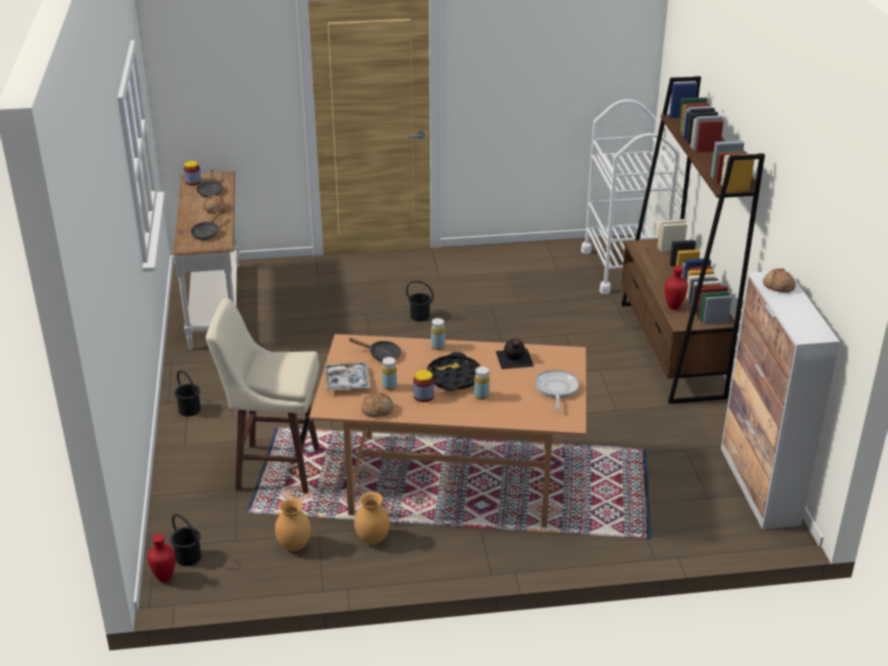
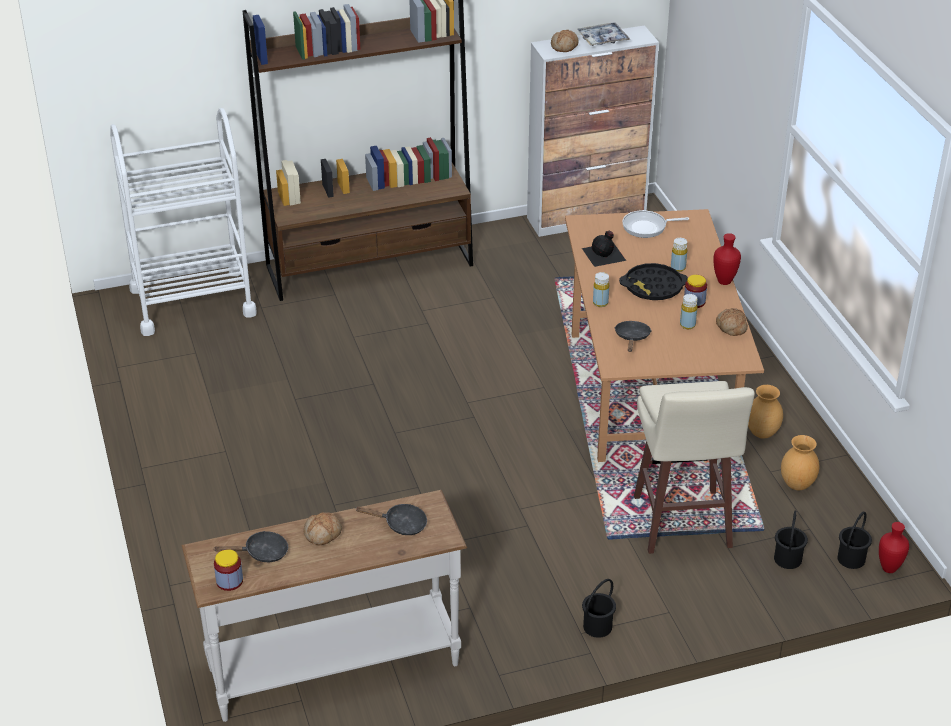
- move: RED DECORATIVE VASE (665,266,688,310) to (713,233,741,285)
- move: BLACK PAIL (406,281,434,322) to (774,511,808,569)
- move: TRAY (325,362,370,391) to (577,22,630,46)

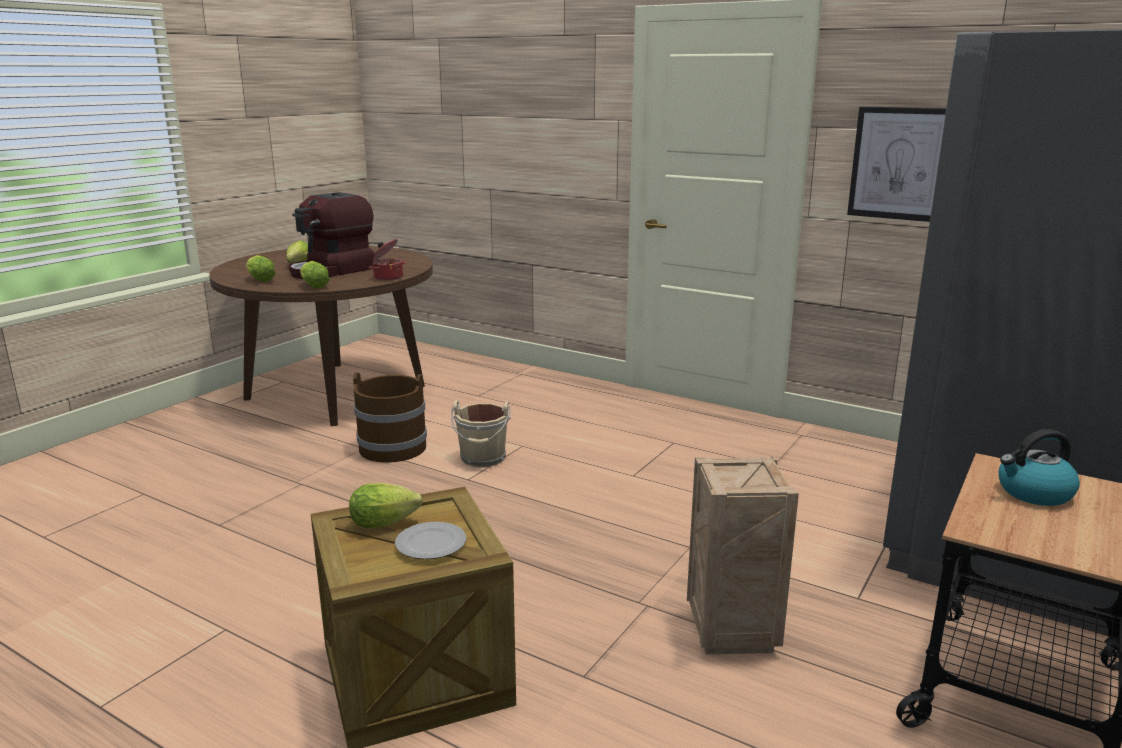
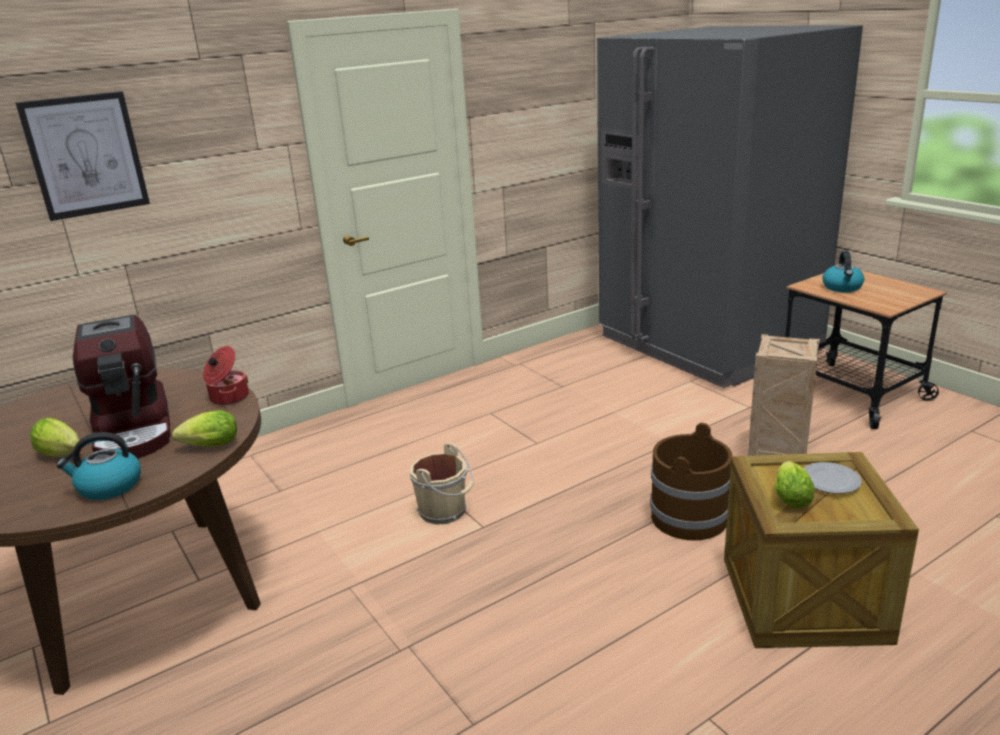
- move: WALL ART (847,106,946,222) to (15,91,150,221)
- replace: LETTUCE (246,255,276,282) to KETTLE (56,432,141,500)
- move: BROWNISH PAIL (353,372,427,463) to (650,423,732,541)

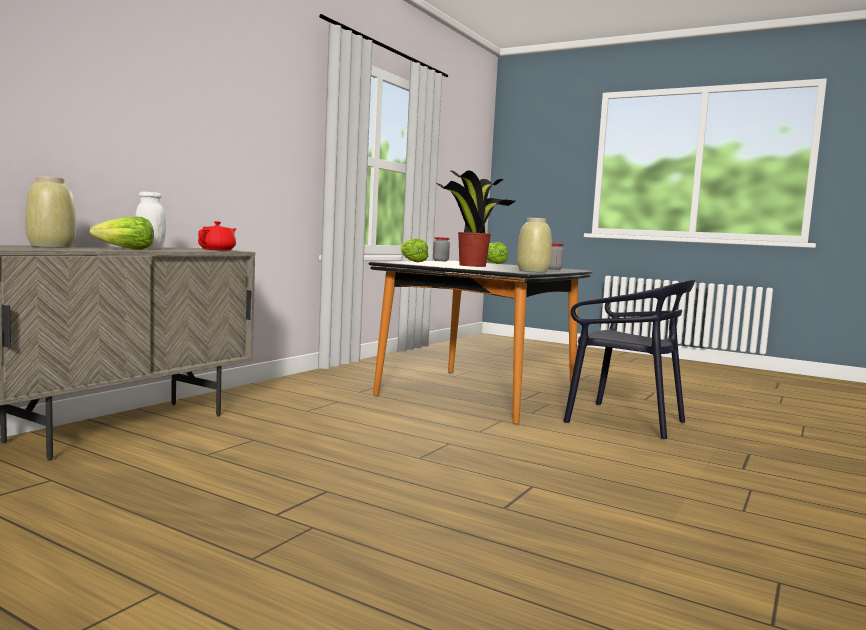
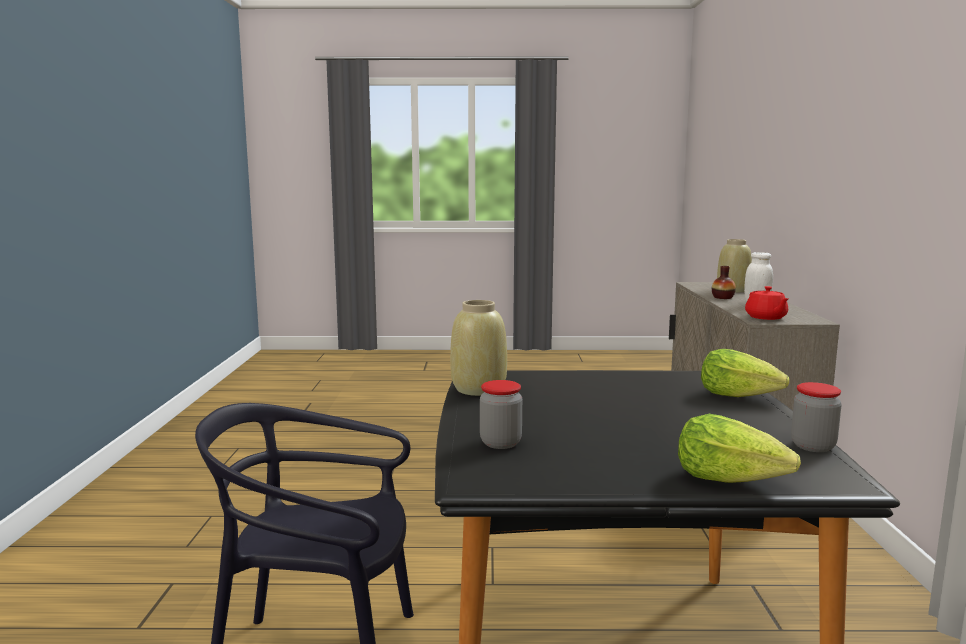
- delete: POTTED PLANT (436,170,516,267)
- replace: LETTUCE (90,217,154,250) to DECORATIVE VASE (712,266,736,299)

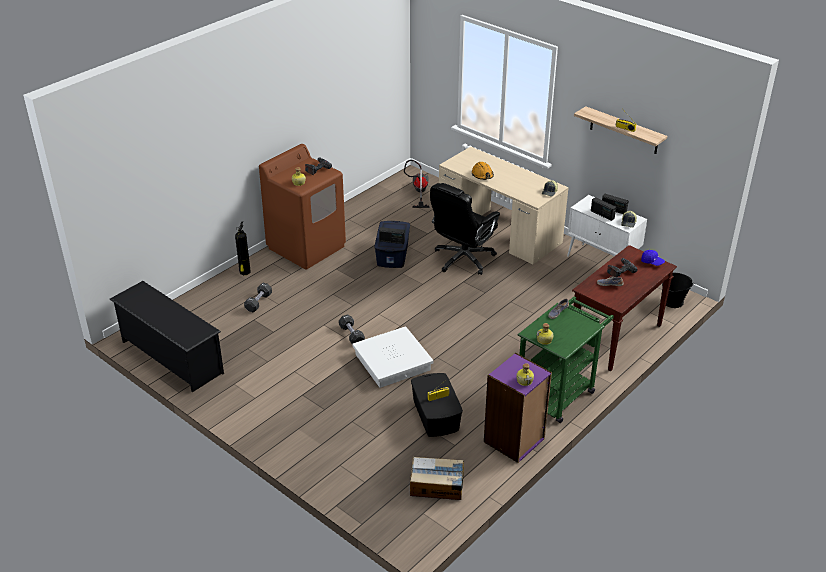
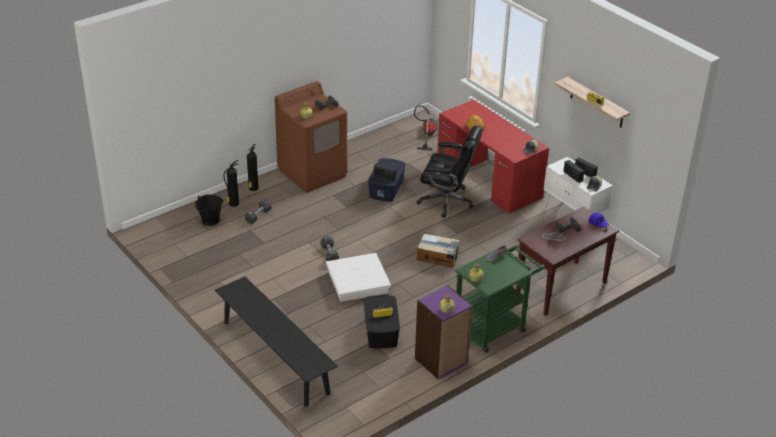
- recolor: SAND-COLOURED DESK TABLE (439,147,569,264) to RED DESK TABLE (437,100,549,214)
- rotate: BLACK OFFICE CHAIR (430,183,500,275) = (417,126,483,218) 120 degrees counterclockwise
- move: BLACK PAIL (662,272,694,308) to (195,195,223,226)
- delete: BLACK SHOE STAND (110,281,224,392)
- move: CARTON (410,457,464,500) to (417,233,460,267)
- insert: EXTINGUISHER (224,160,239,207)
- insert: BLACK BENCH (215,276,338,407)

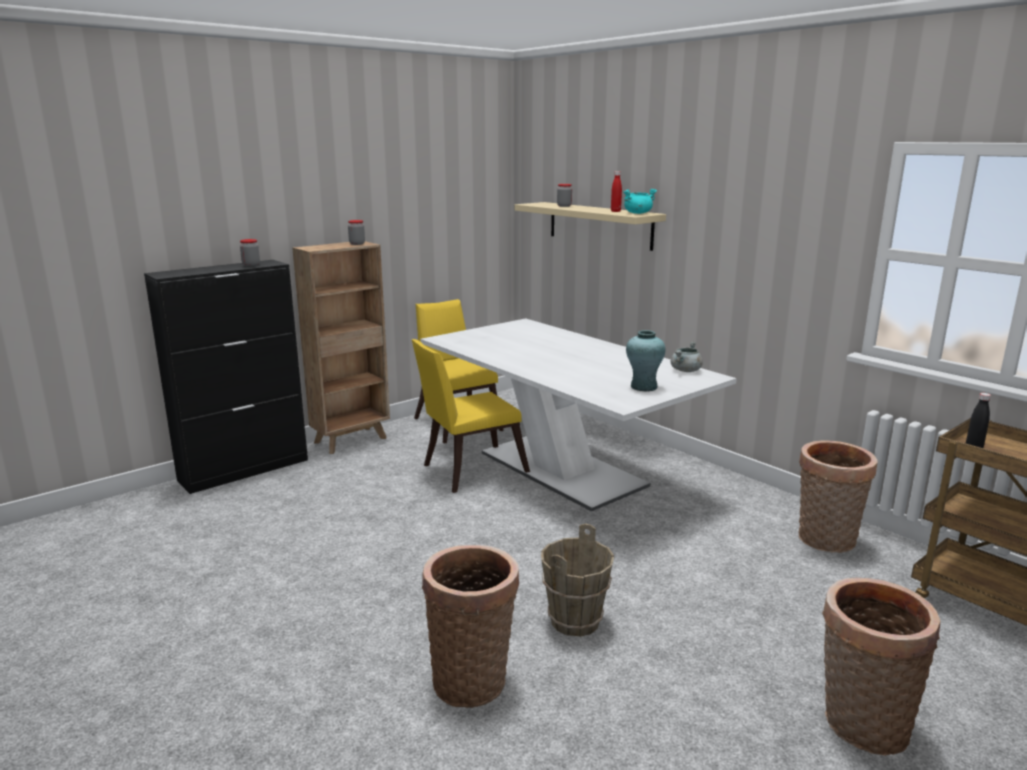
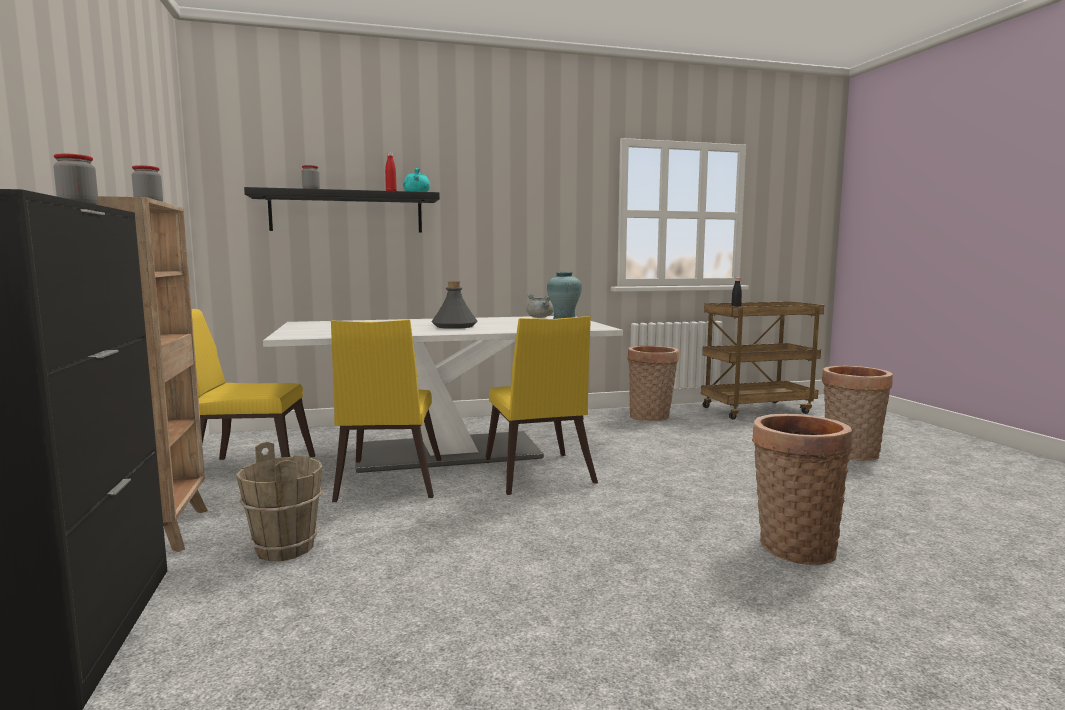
- recolor: SAND-COLOURED BRACKET SHELF (515,202,666,251) to BLACK BRACKET SHELF (244,187,440,233)
- move: BROWNISH PAIL (541,524,614,637) to (236,442,322,561)
- insert: GREYISH DRINK BOTTLE (431,281,478,329)
- insert: YELLOW UPRIGHT CHAIR (486,316,598,495)

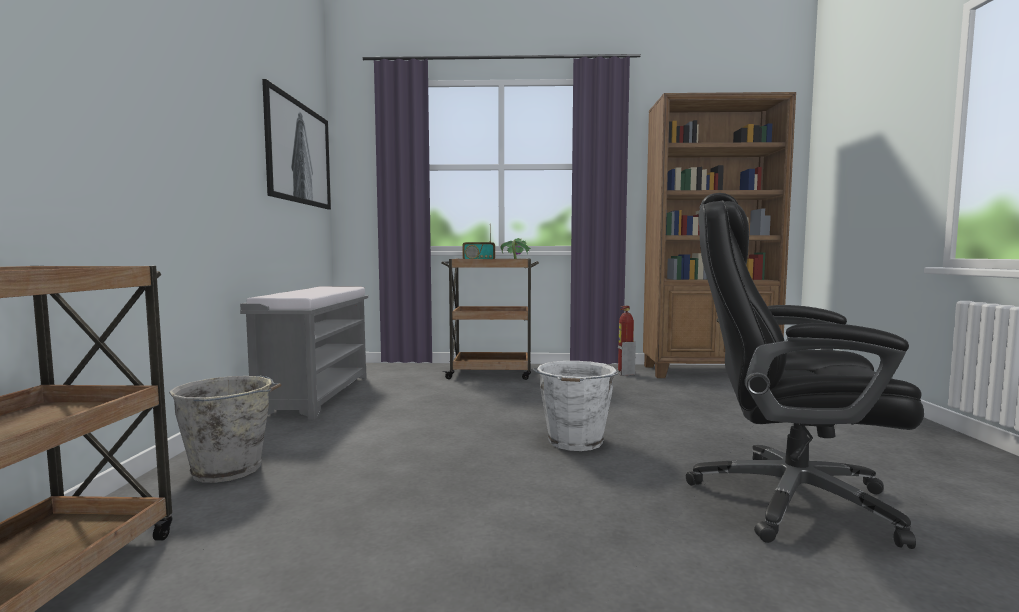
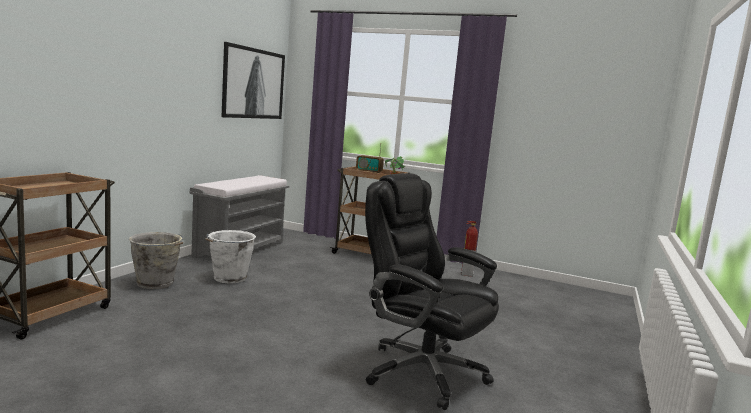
- delete: BROWNISH SHELVING UNIT (643,92,796,378)
- move: WHITE PAIL (532,361,618,451) to (205,230,256,284)

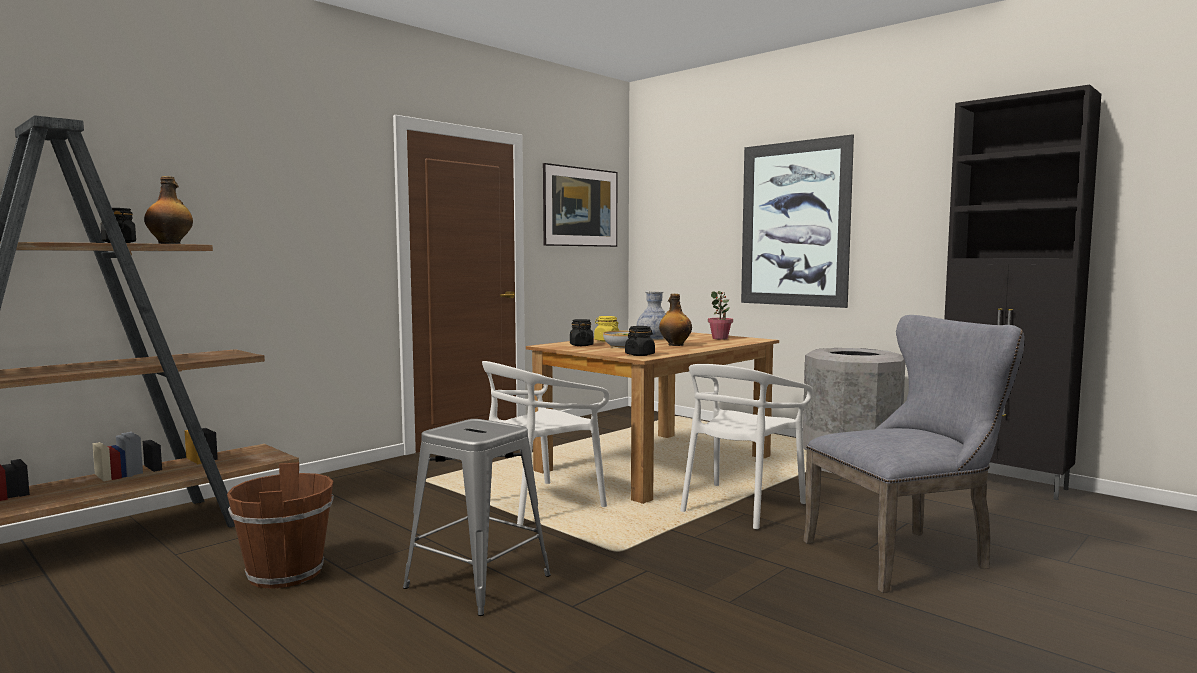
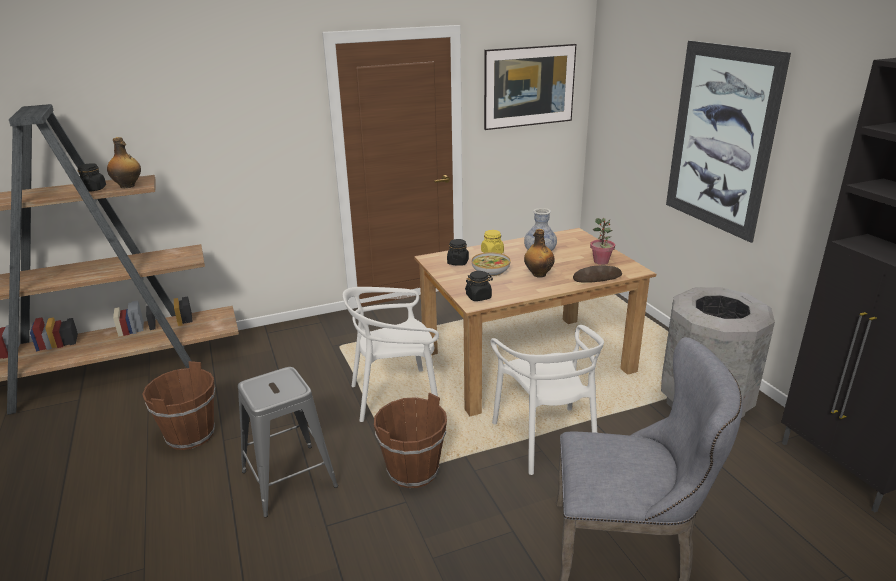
- rotate: WHITE UPRIGHT CHAIR (680,364,813,530) = (491,325,604,475) 75 degrees counterclockwise
- insert: BREAD (573,265,622,283)
- insert: BROWNISH PAIL (374,393,447,488)

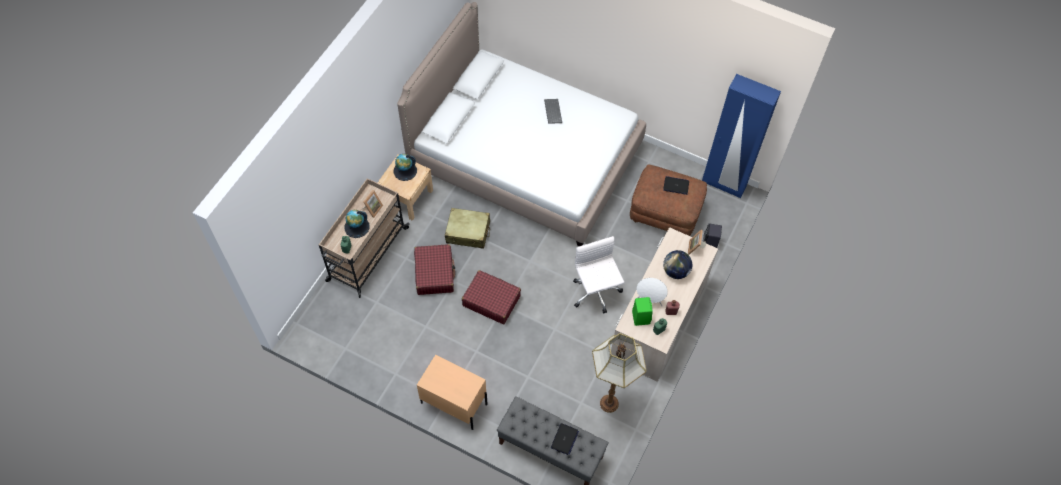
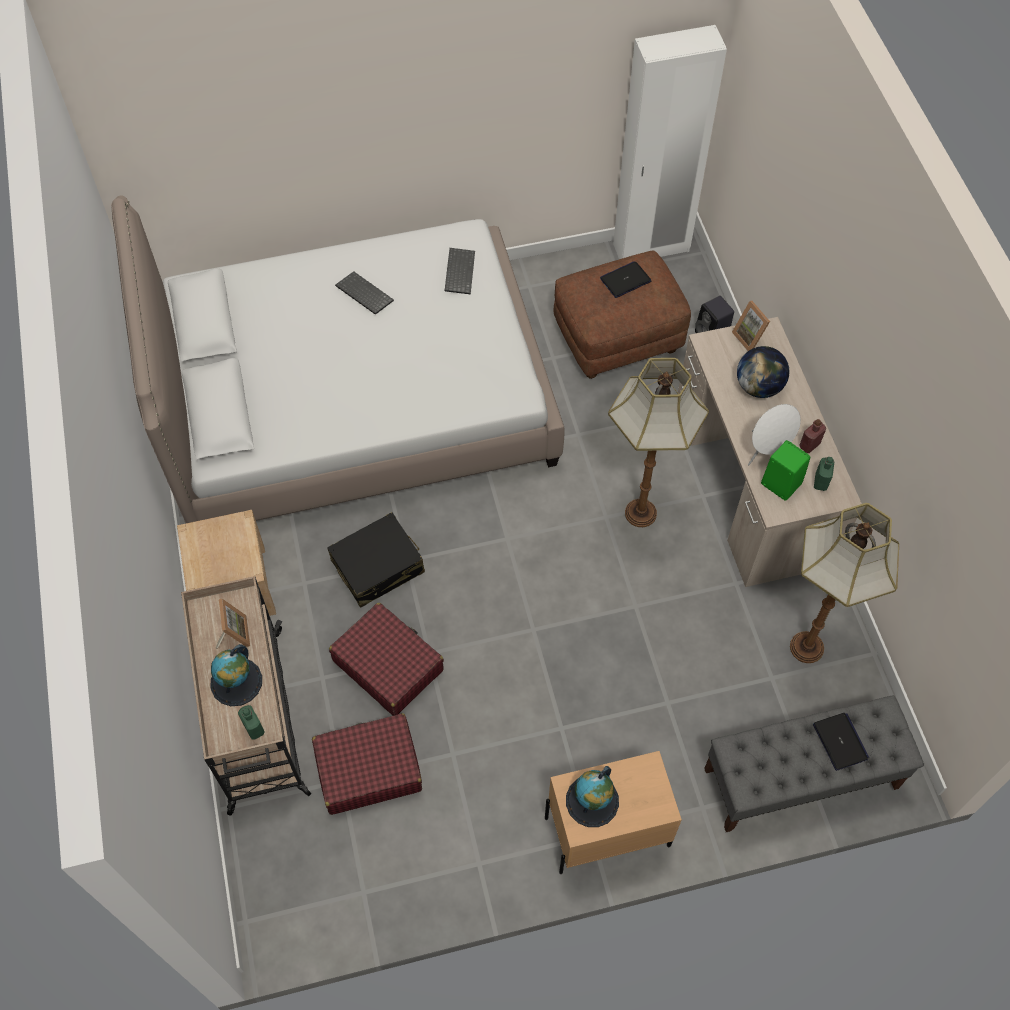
- recolor: BLUE-COLOURED CLOTHES CUPBOARD (702,74,781,198) to WHITE CLOTHES CUPBOARD (613,25,727,259)
- move: WORLD GLOBE (394,154,417,181) to (566,766,619,827)
- recolor: SAND-COLOURED PIECE OF LUGGAGE (445,208,490,249) to BLACK PIECE OF LUGGAGE (327,512,425,607)
- replace: WHITE OFFICE CHAIR (573,236,624,313) to FLOOR LAMP (608,358,709,527)
- move: RED PIECE OF LUGGAGE (462,270,521,324) to (312,713,422,815)
- insert: KEYBOARD (445,248,475,295)

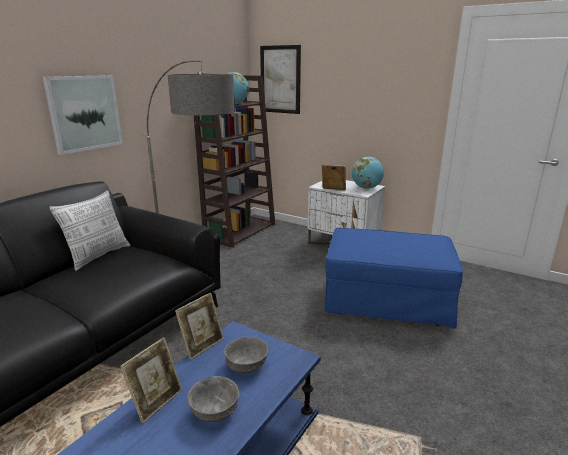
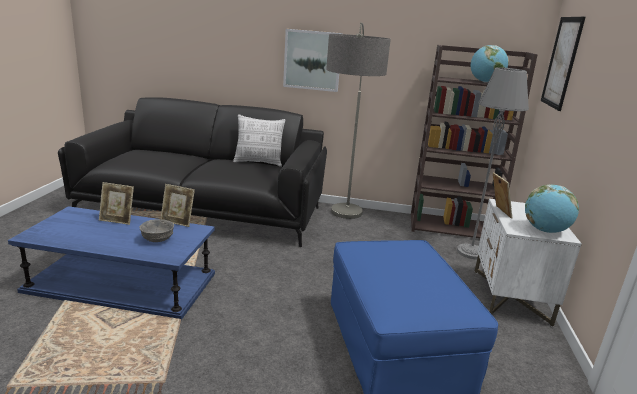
- delete: GREYISH SERVING BOWL (187,376,239,422)
- insert: GREYISH FLOOR LAMP (457,67,529,260)

